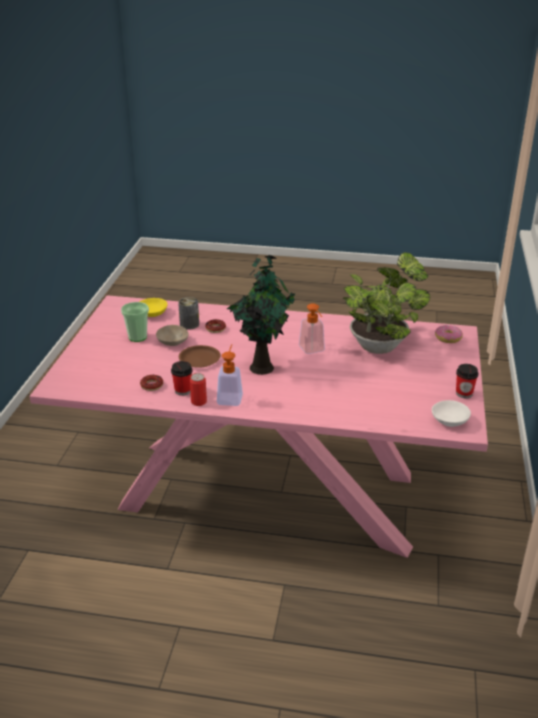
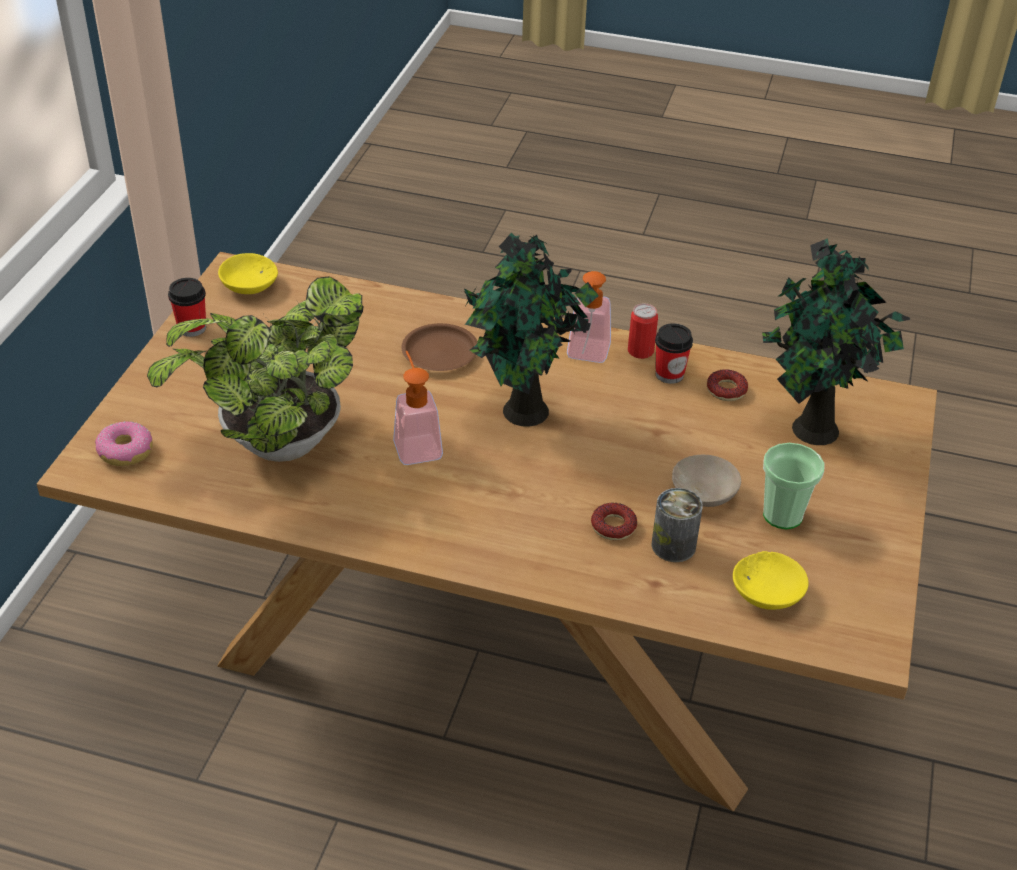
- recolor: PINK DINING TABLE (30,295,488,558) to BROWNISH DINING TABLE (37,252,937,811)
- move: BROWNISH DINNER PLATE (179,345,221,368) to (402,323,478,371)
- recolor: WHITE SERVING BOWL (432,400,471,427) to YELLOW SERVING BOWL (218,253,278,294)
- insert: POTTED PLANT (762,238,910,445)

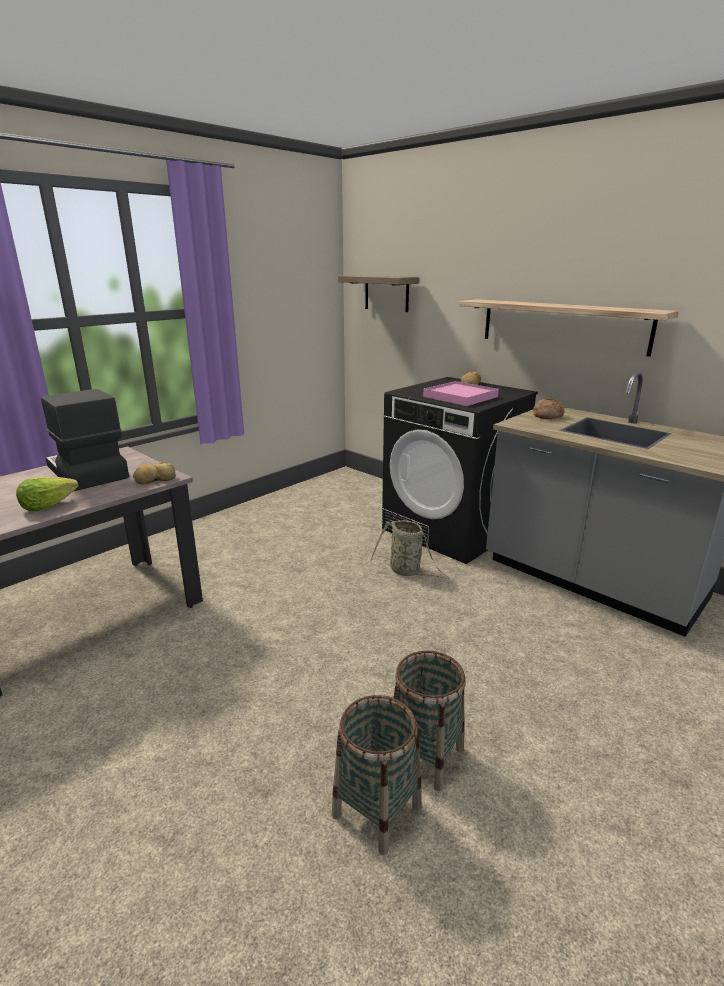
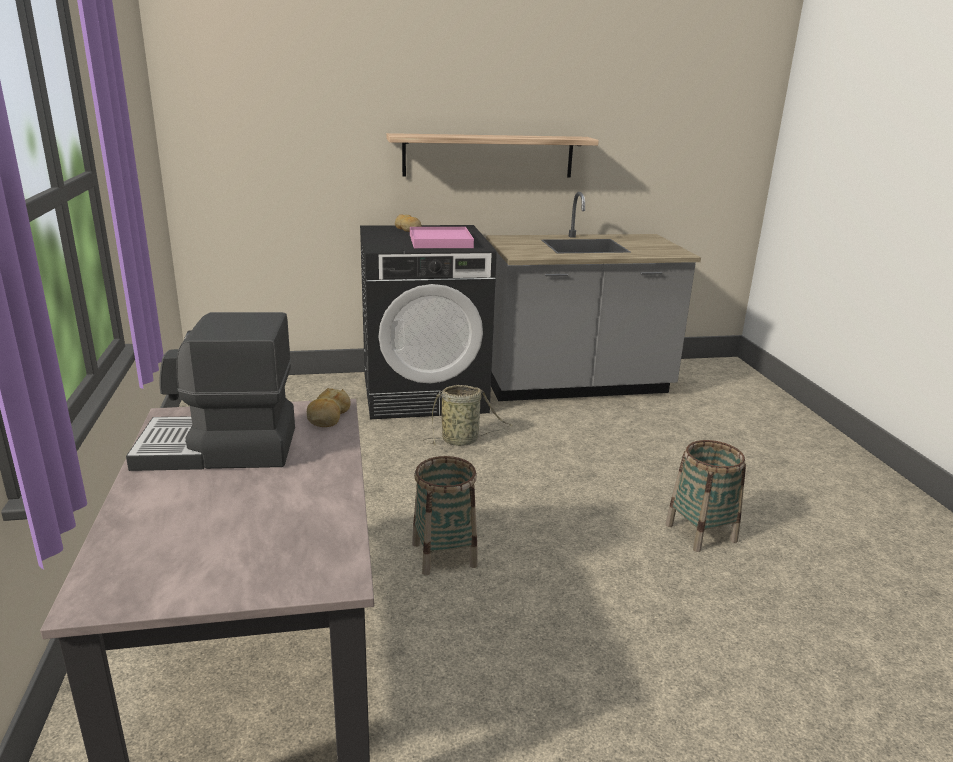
- delete: BRACKET SHELF (338,275,419,312)
- delete: BREAD (533,398,564,419)
- delete: LETTUCE (16,477,79,511)
- move: BASKET (332,695,422,855) to (412,456,478,575)

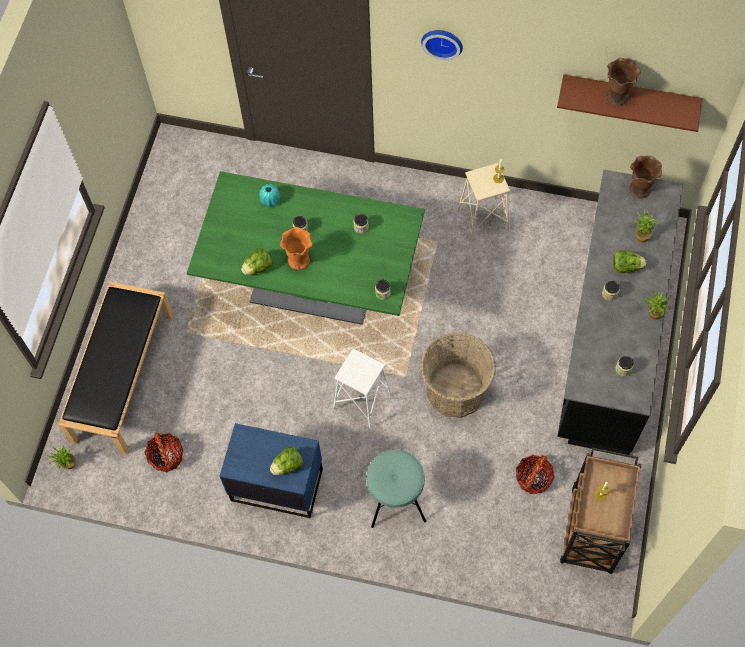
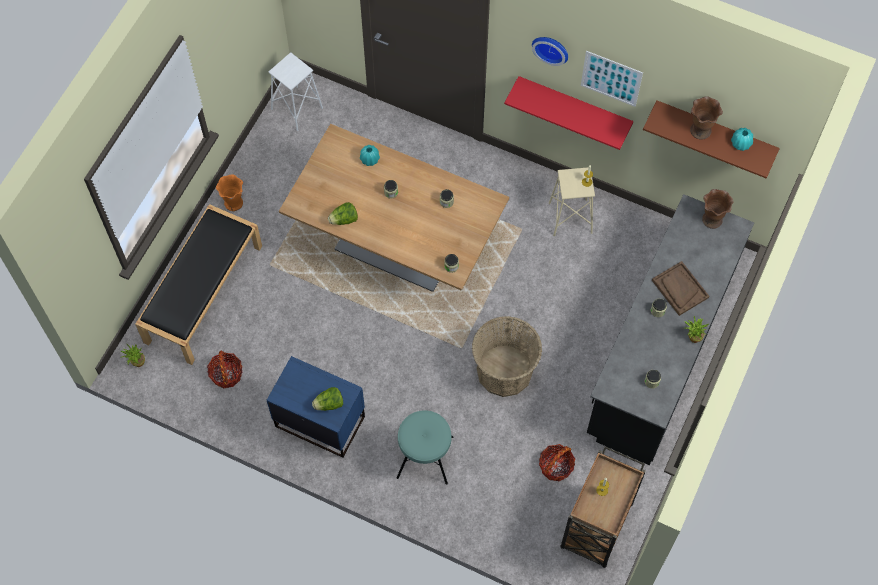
- recolor: GREEN-COLOURED DINING TABLE (187,171,425,325) to BROWNISH DINING TABLE (279,124,509,292)
- delete: POTTED PLANT (631,210,658,243)
- move: ORANGE DECORATIVE VASE (280,227,312,270) to (216,174,243,211)
- replace: LETTUCE (613,250,646,273) to BROWNISH TRAY (652,261,709,316)
- move: WHITE STOOL (333,348,391,429) to (268,52,323,131)
- insert: WALL ART (581,51,643,107)
- insert: RED BRACKET SHELF (504,76,633,150)
- insert: BLUE-GREEN DECORATIVE VASE (731,128,753,151)

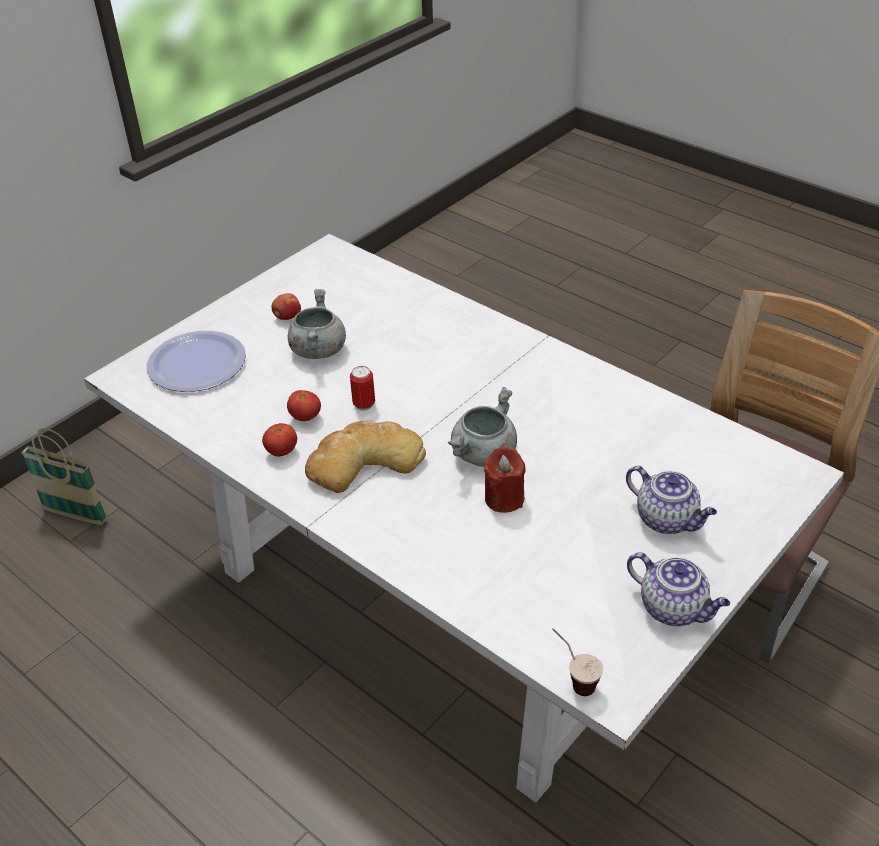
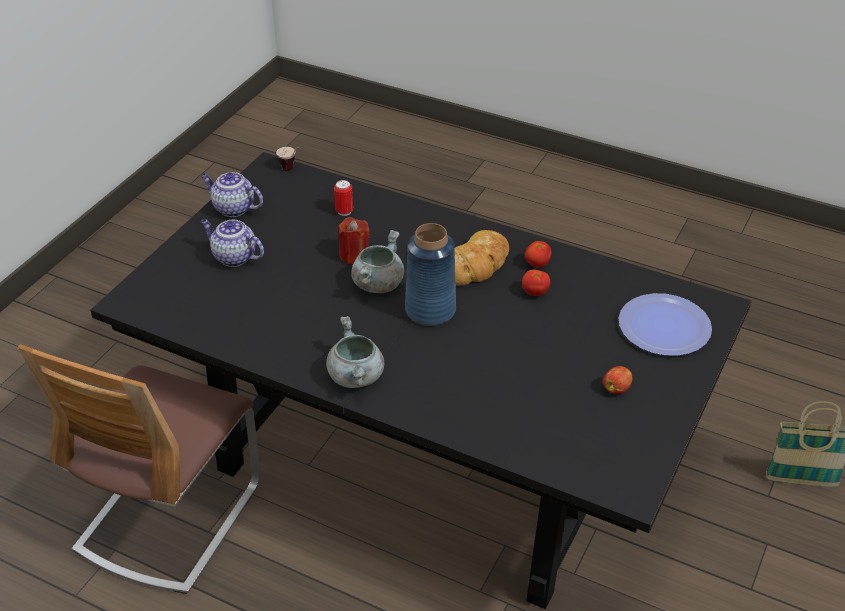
- recolor: WHITE DINING TABLE (84,234,844,802) to BLACK DINING TABLE (90,152,752,609)
- move: GREYISH STOCKPOT (288,289,346,359) to (326,316,384,388)
- move: METAL CAN (350,366,375,411) to (334,180,353,216)
- insert: BLUE-COLOURED DECORATIVE VASE (405,223,456,326)

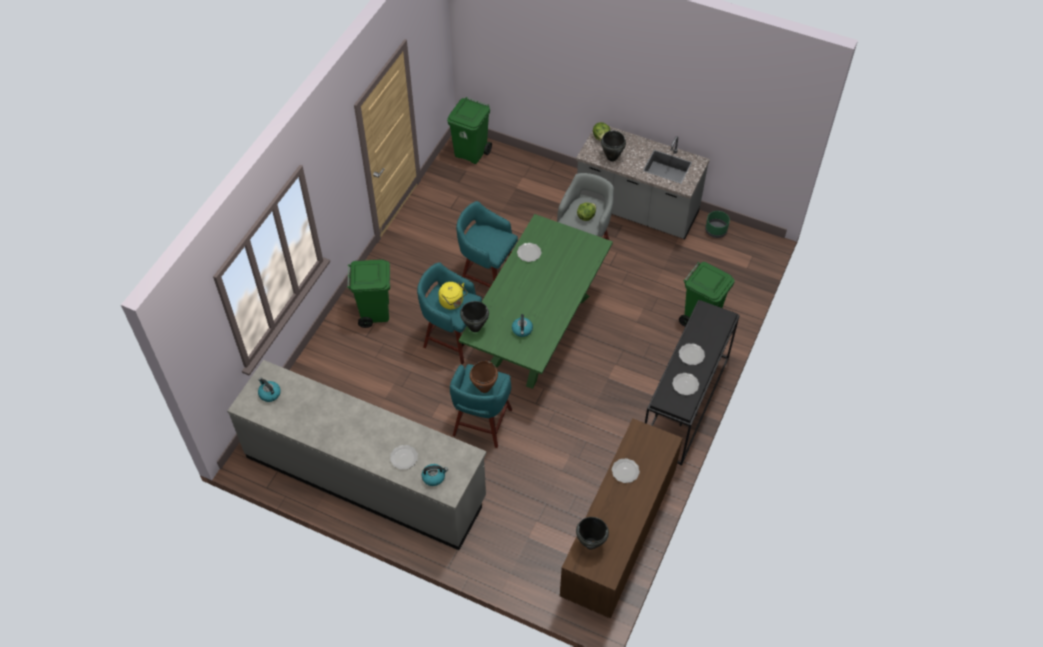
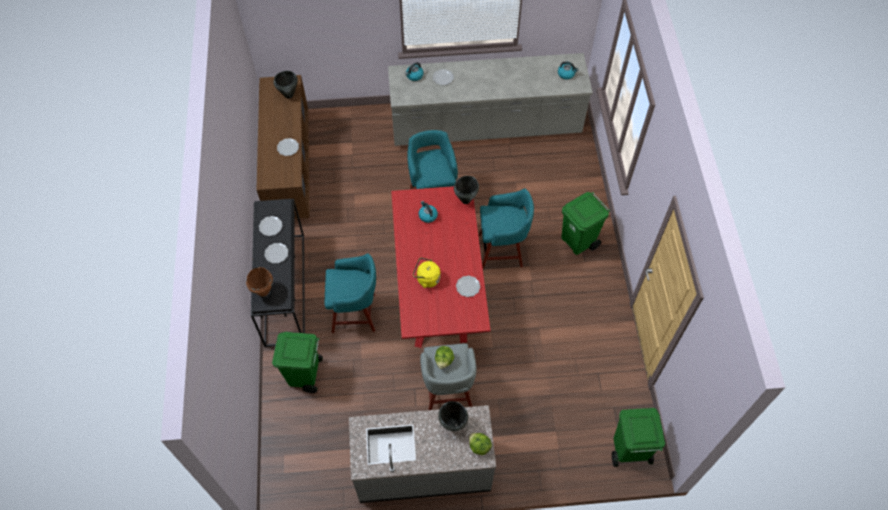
- move: BLUE-GREEN STOOL (456,201,518,287) to (325,253,376,333)
- delete: GREEN-COLOURED PLANT POT (705,211,730,238)
- recolor: GREEN-COLOURED DINING TABLE (459,214,613,389) to RED DINING TABLE (391,186,491,348)
- move: YELLOW KETTLE (439,282,467,309) to (413,258,441,288)
- move: BROWNISH STOCKPOT (470,361,498,393) to (246,267,273,297)

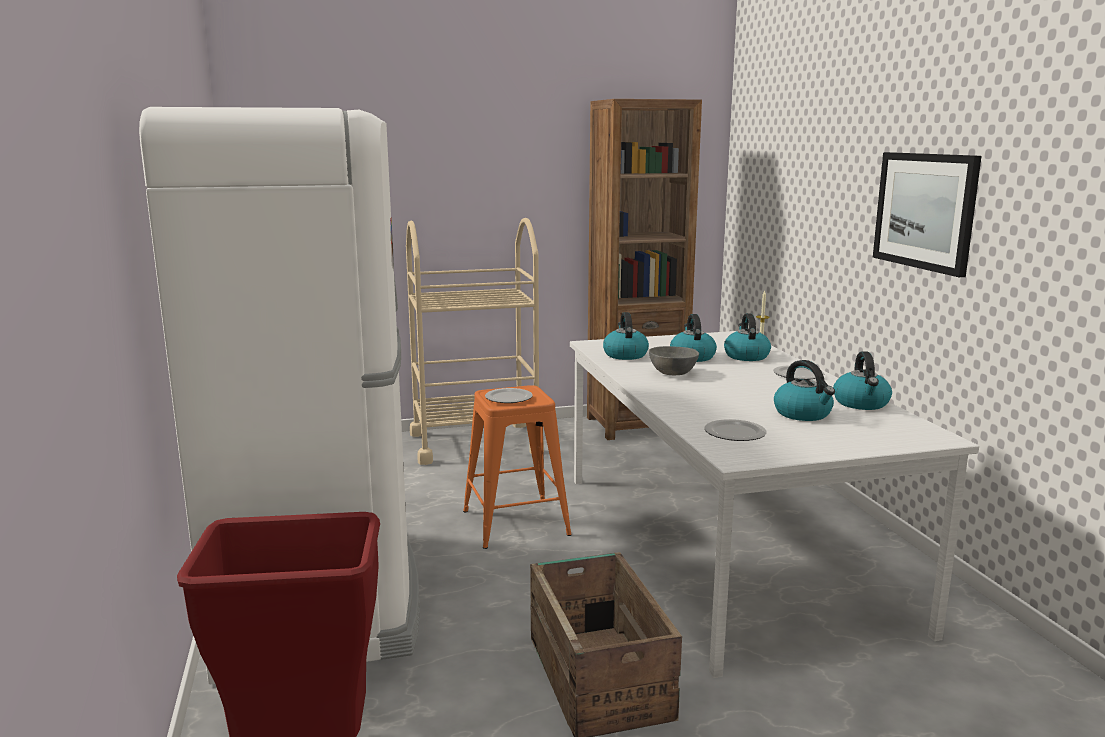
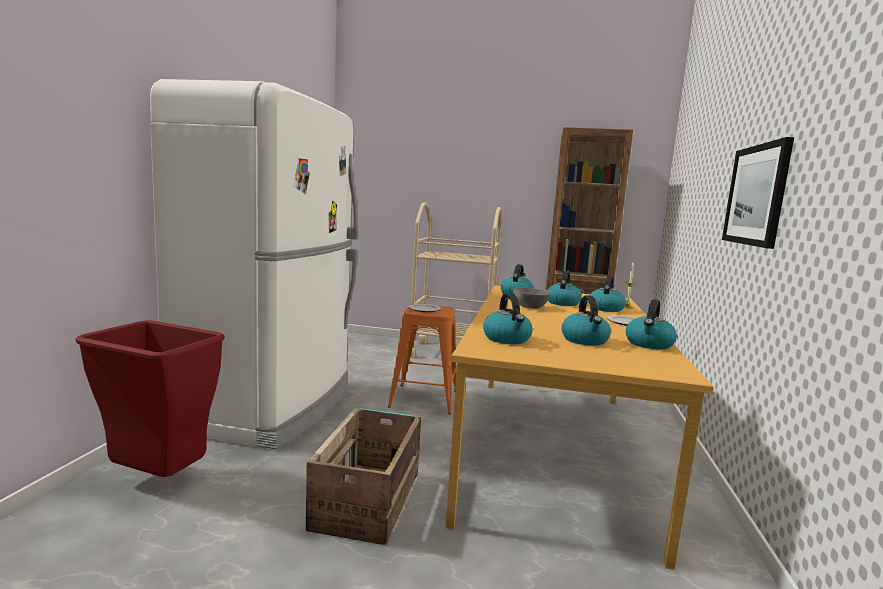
- recolor: WHITE DINING TABLE (570,331,979,678) to ORANGE DINING TABLE (446,286,714,570)
- replace: DINNER PLATE (704,419,767,441) to KETTLE (483,293,533,344)

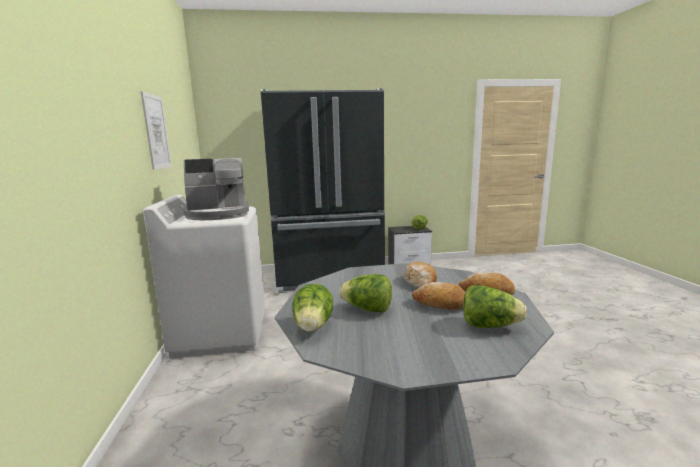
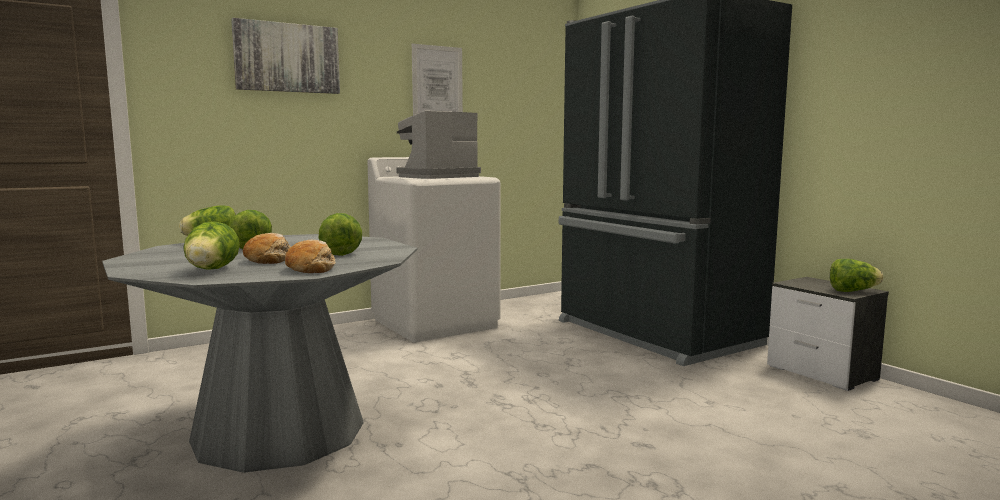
- rotate: COFFEE BREWER (183,158,249,220) = (396,110,481,179) 90 degrees clockwise
- replace: BREAD (403,262,437,288) to LETTUCE (319,213,362,256)
- insert: WALL ART (231,18,340,94)

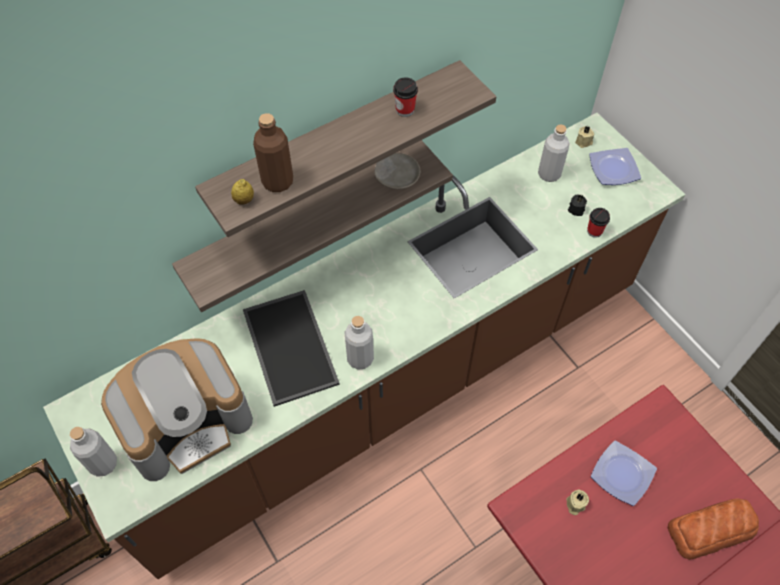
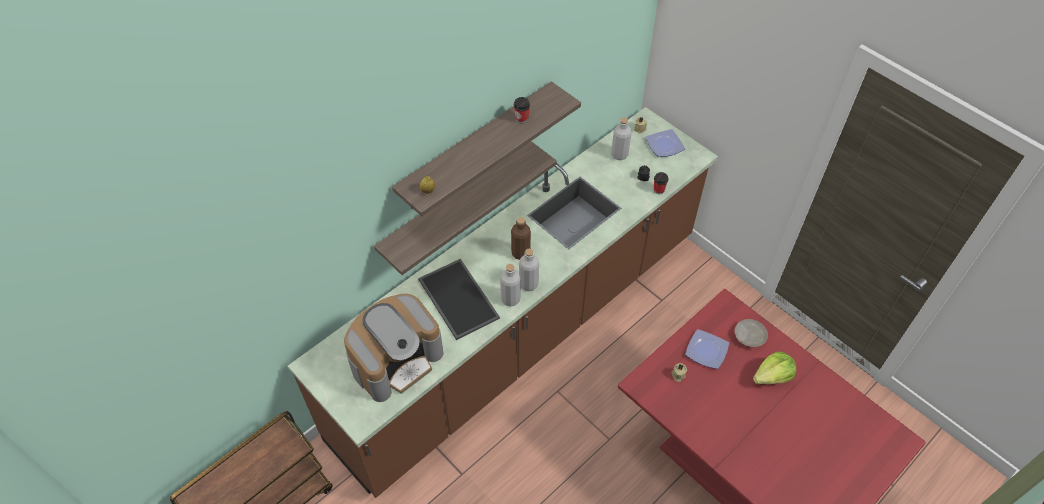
- move: BROWNISH DRINK BOTTLE (253,113,293,192) to (511,217,531,260)
- move: SAND-COLOURED DINNER PLATE (374,153,420,190) to (735,319,768,347)
- move: GREYISH DRINK BOTTLE (70,427,117,477) to (519,249,539,291)
- replace: BREAD (668,498,759,560) to LETTUCE (753,351,796,385)

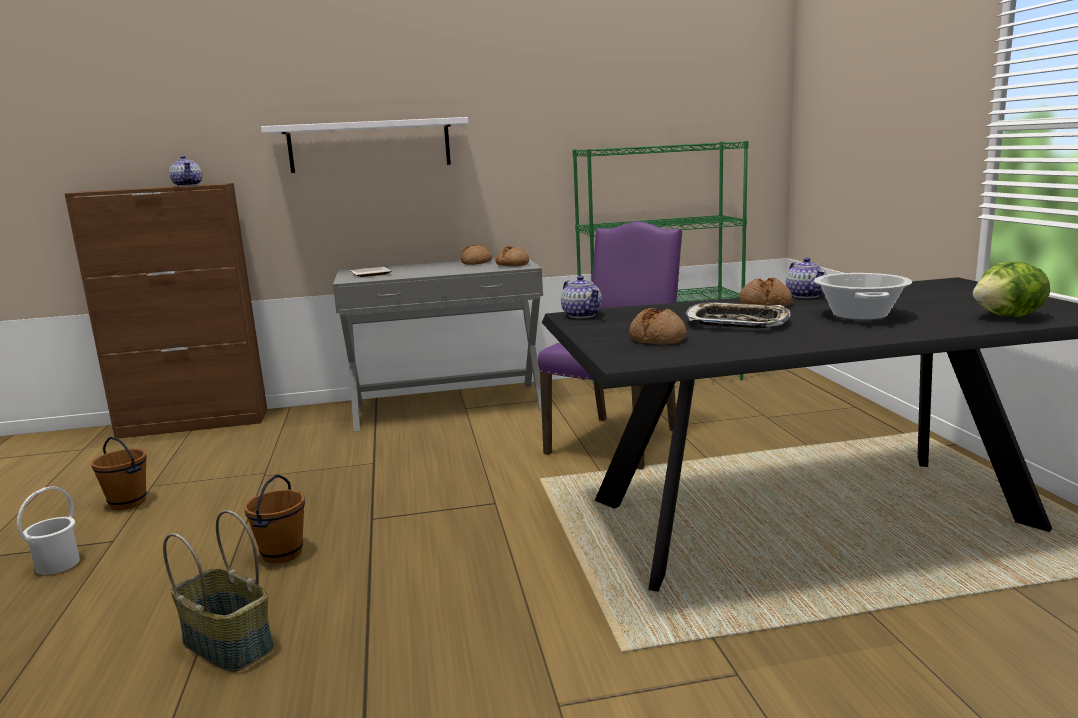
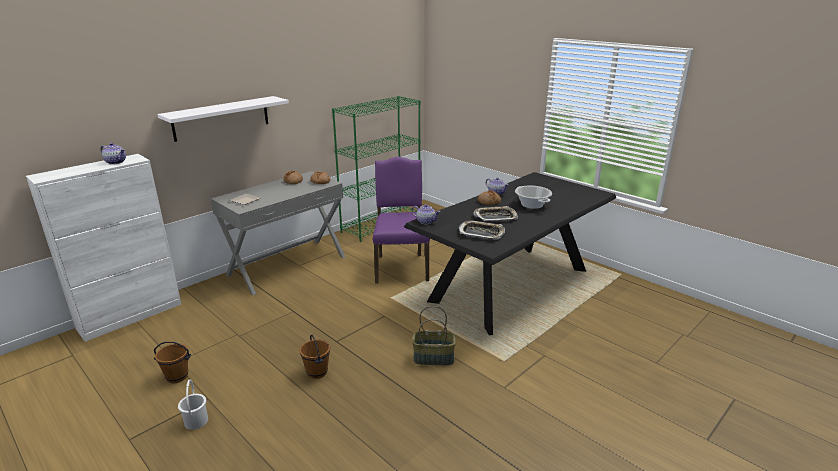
- recolor: BROWNISH CUPBOARD (65,183,267,438) to WHITE CUPBOARD (26,154,181,342)
- delete: LETTUCE (973,262,1050,317)
- replace: BREAD (630,308,687,345) to TRAY (459,221,505,240)
- move: BASKET (163,510,274,672) to (412,306,456,365)

